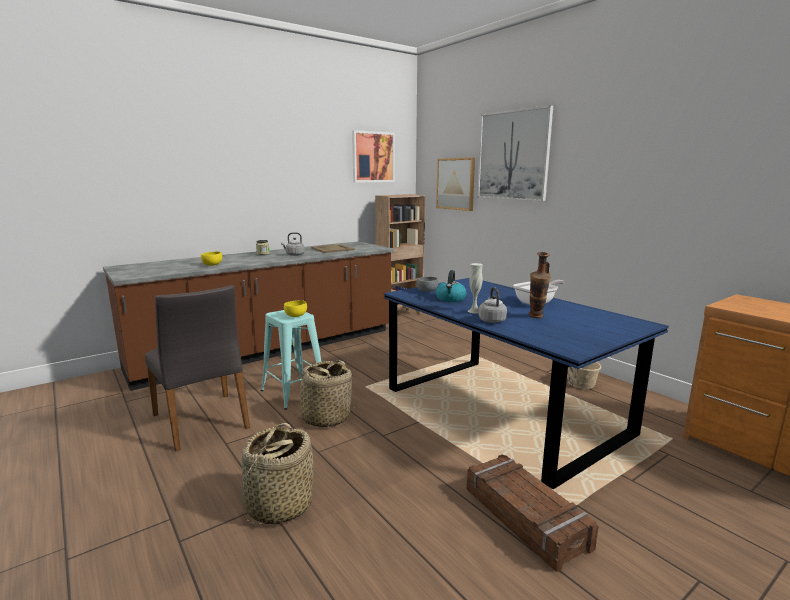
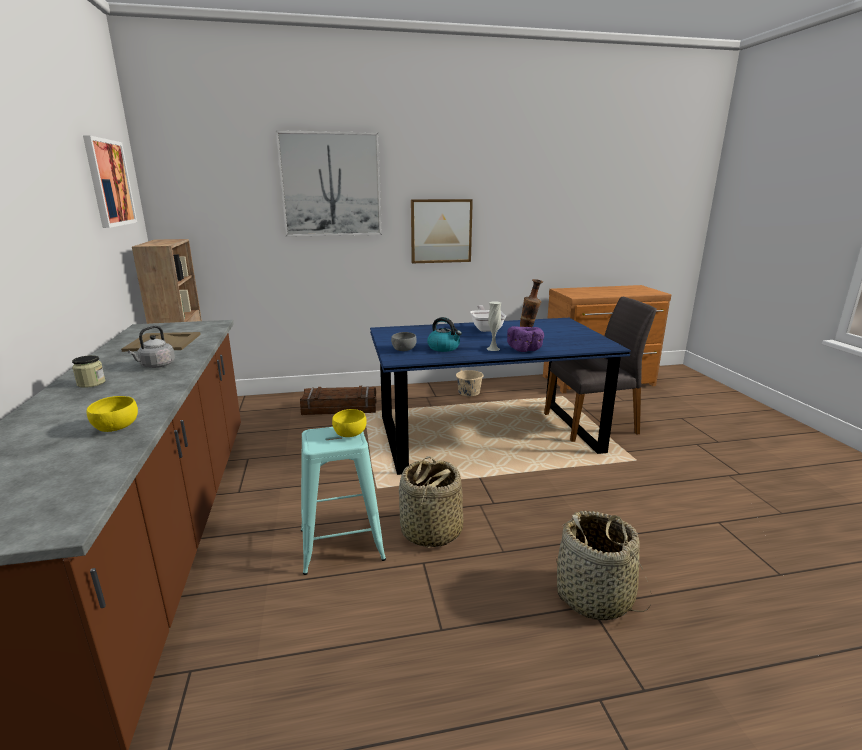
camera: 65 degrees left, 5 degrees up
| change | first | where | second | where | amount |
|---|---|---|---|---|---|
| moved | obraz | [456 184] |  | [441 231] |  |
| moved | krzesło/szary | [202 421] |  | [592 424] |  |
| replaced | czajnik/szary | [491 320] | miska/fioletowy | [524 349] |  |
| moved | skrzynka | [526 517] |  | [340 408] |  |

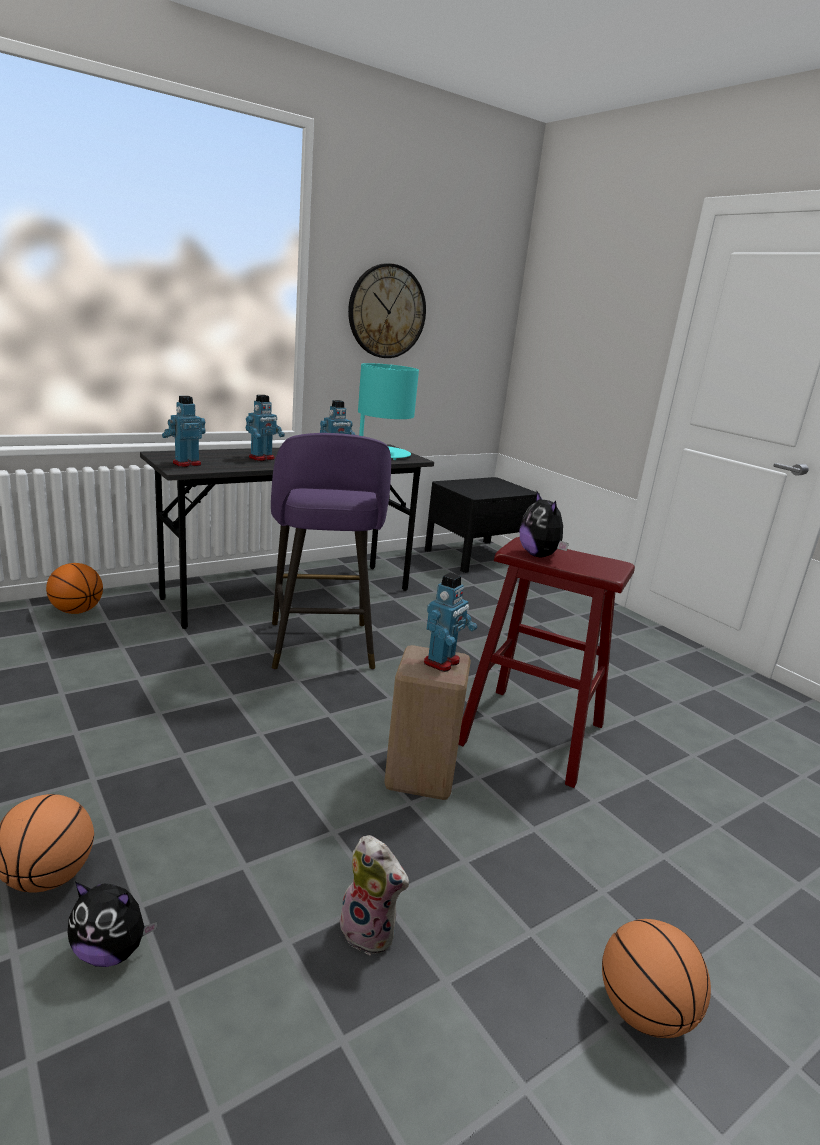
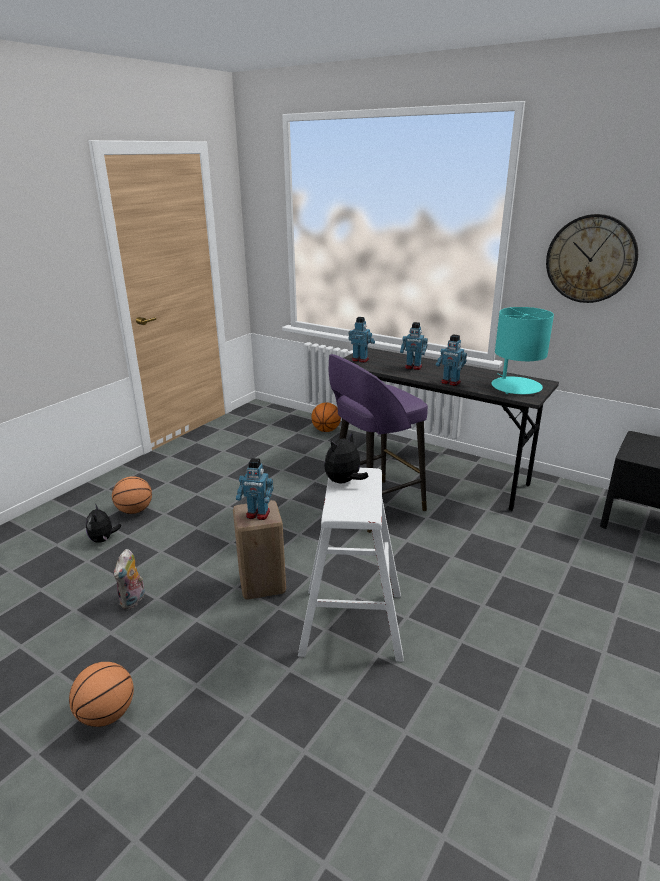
camera: 70 degrees right, 5 degrees up
| change | first | where | second | where | amount |
|---|---|---|---|---|---|
| recoloured | stołek/czerwony | [532 733] | stołek/biały | [352 623] |  |

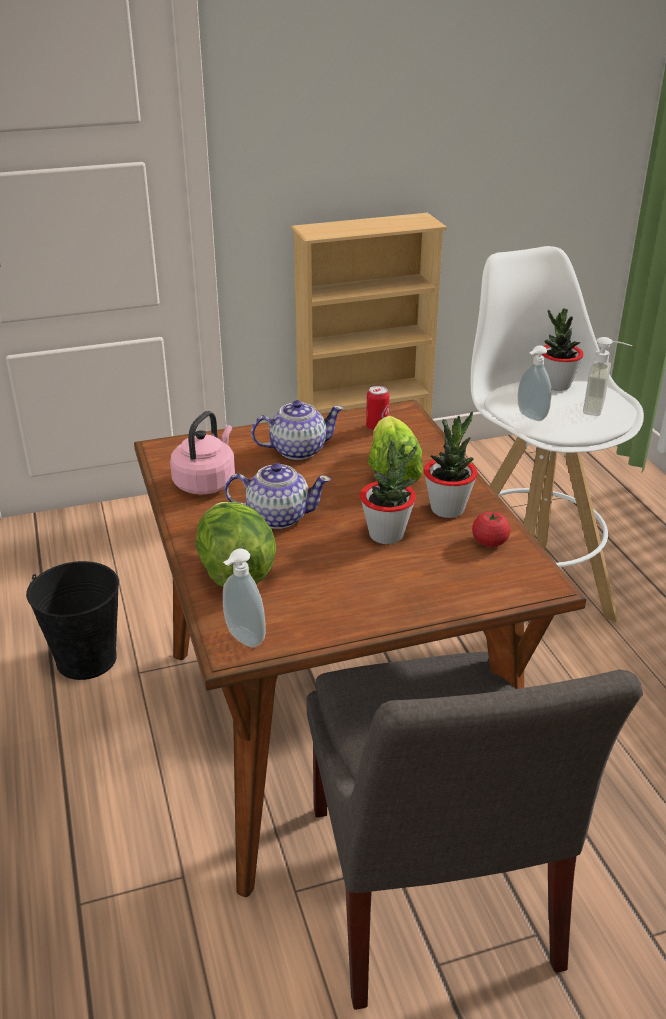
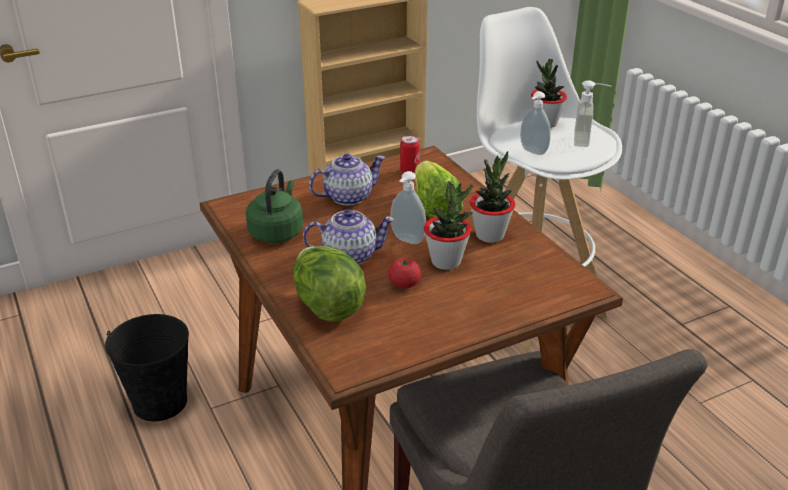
camera: 10 degrees left, 0 degrees up
| change | first | where | second | where | amount |
|---|---|---|---|---|---|
| recoloured | czajnik/różowy | [206 482] | czajnik/zielony | [277 232] |  |
| moved | pomidor | [489 542] |  | [404 284] |  |
| moved | dozownik mydła | [243 639] |  | [406 240] |  |

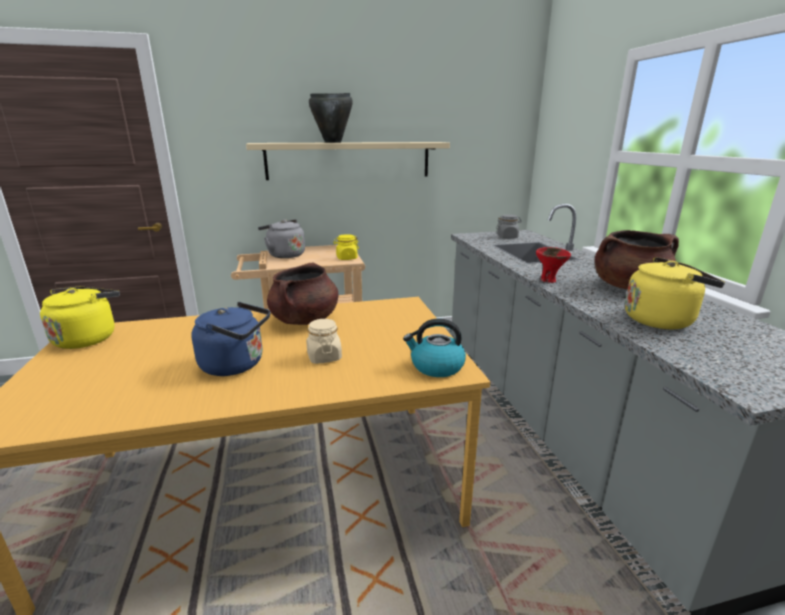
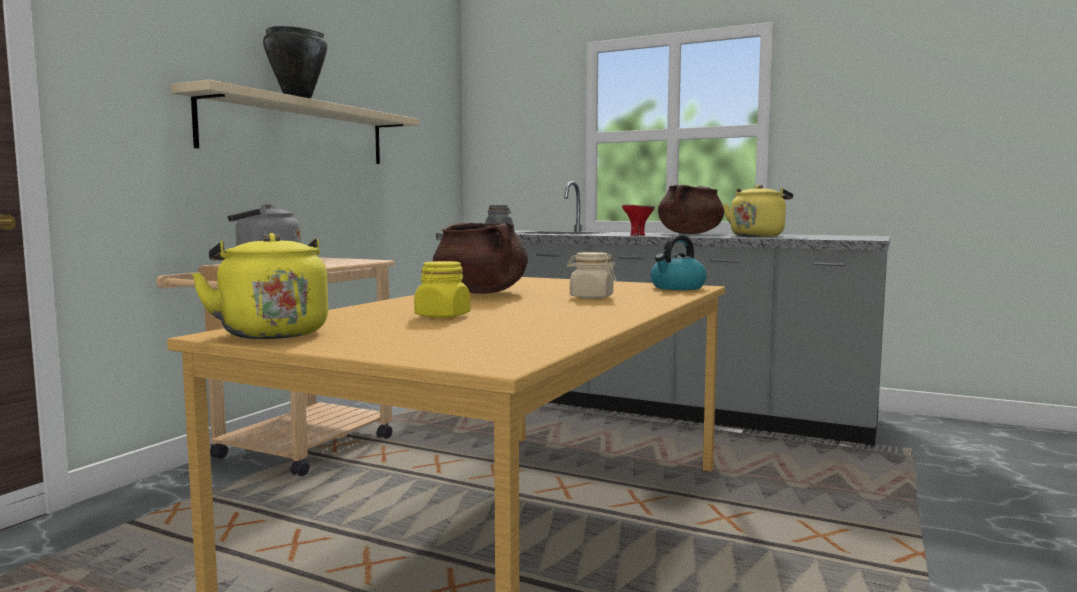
camera: 50 degrees left, 15 degrees down
| change | first | where | second | where | amount |
|---|---|---|---|---|---|
| moved | słoik/żółty | [346 258] |  | [442 316] |  |
| removed | czajnik/niebieski | [236 365] |  |  |  |

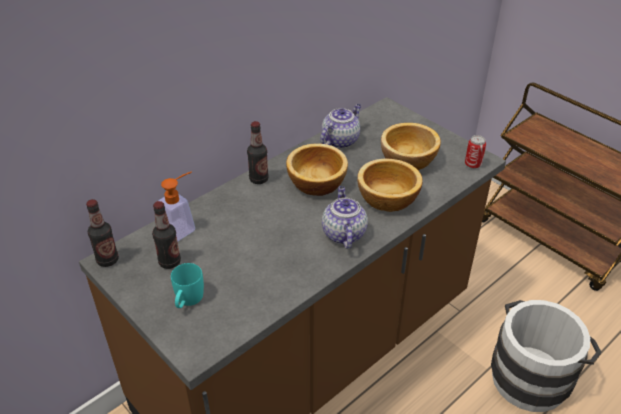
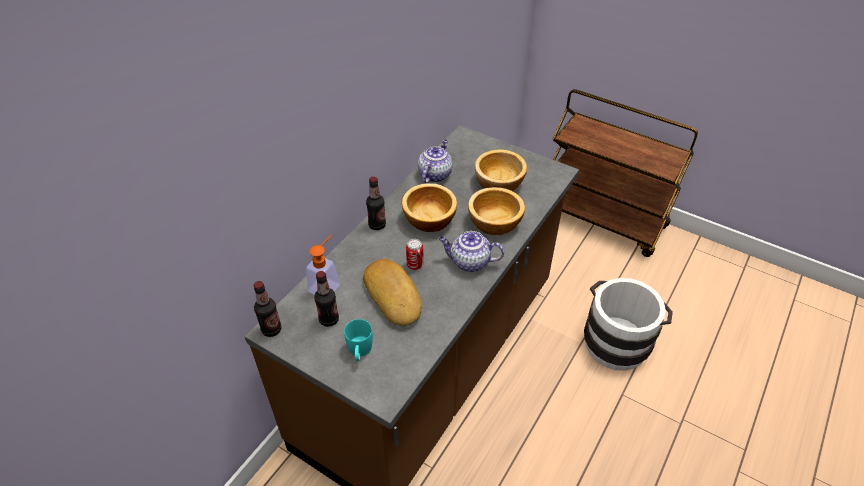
camera: 15 degrees left, 5 degrees up
| change | first | where | second | where | amount |
|---|---|---|---|---|---|
| moved | puszka | [473 164] |  | [415 265] |  |
| turned | imbryk | [343 233] |  | [469 262] | 60 degrees counterclockwise |
| added |  |  | chleb | [394 295] |  |

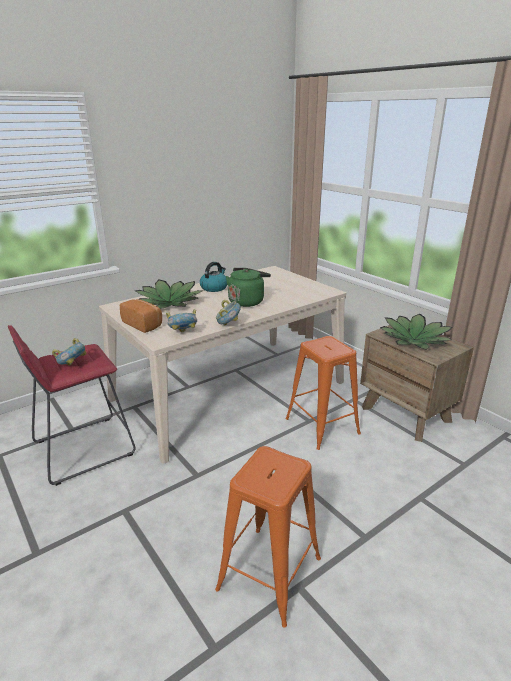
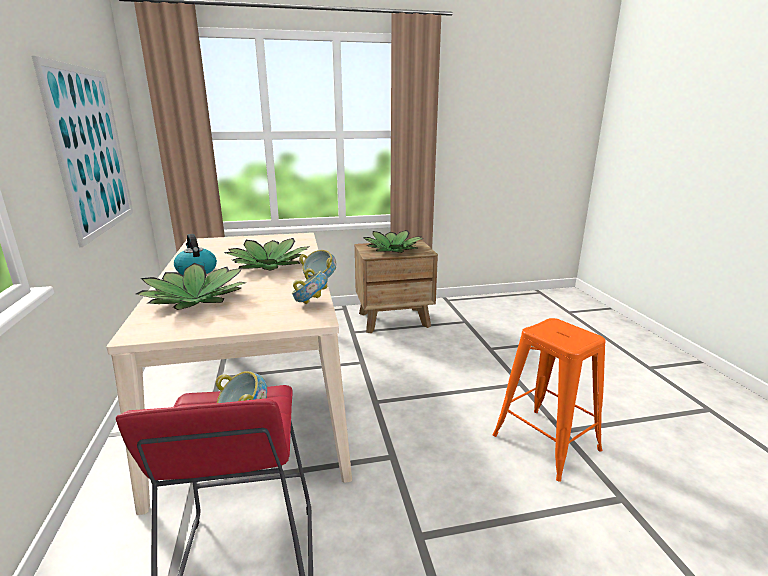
camera: 65 degrees left, 5 degrees down
| change | first | where | second | where | amount |
|---|---|---|---|---|---|
| replaced | czajnik/zielony | [247 301] | roślina doniczkowa | [269 264] |  |
| removed | chleb | [143 324] |  |  |  |
| removed | stołek/pomarańczowy | [322 426] |  |  |  |
| added |  |  | obraz | [92 151] |  |

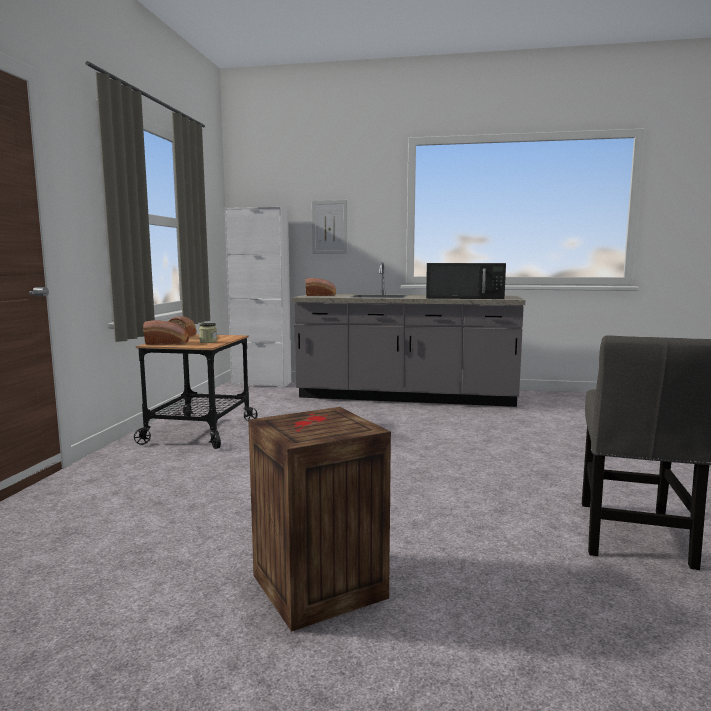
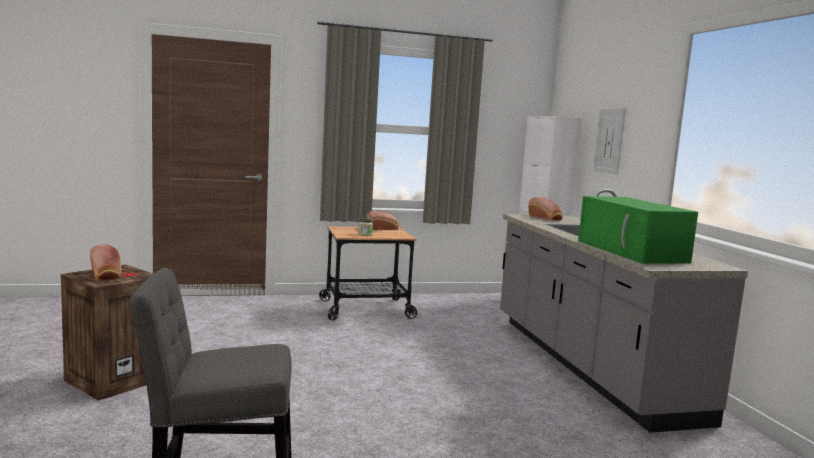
camera: 65 degrees right, 0 degrees up
| change | first | where | second | where | amount |
|---|---|---|---|---|---|
| recoloured | mikrofalówka/czarny | [465 297] | mikrofalówka/zielony | [632 251] |  |
| moved | chleb | [168 343] |  | [106 275] |  |

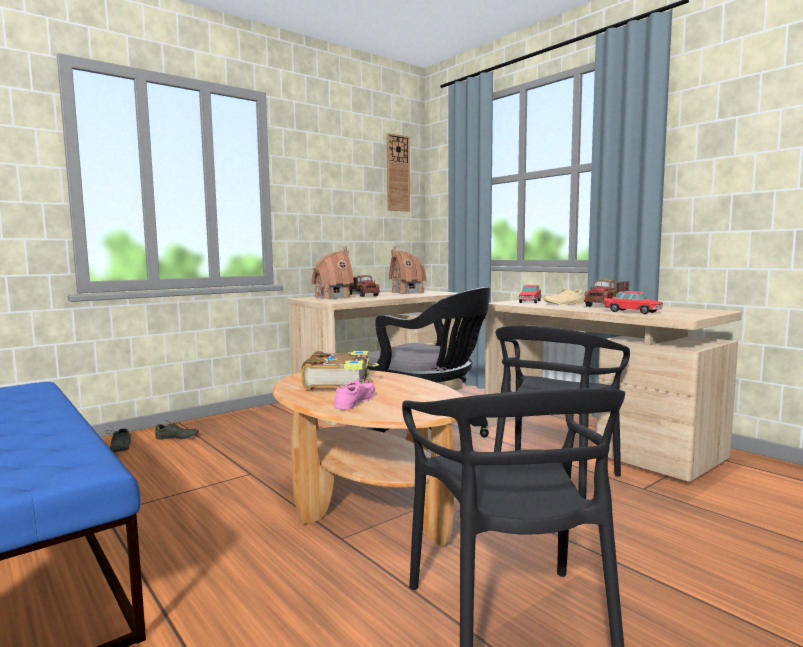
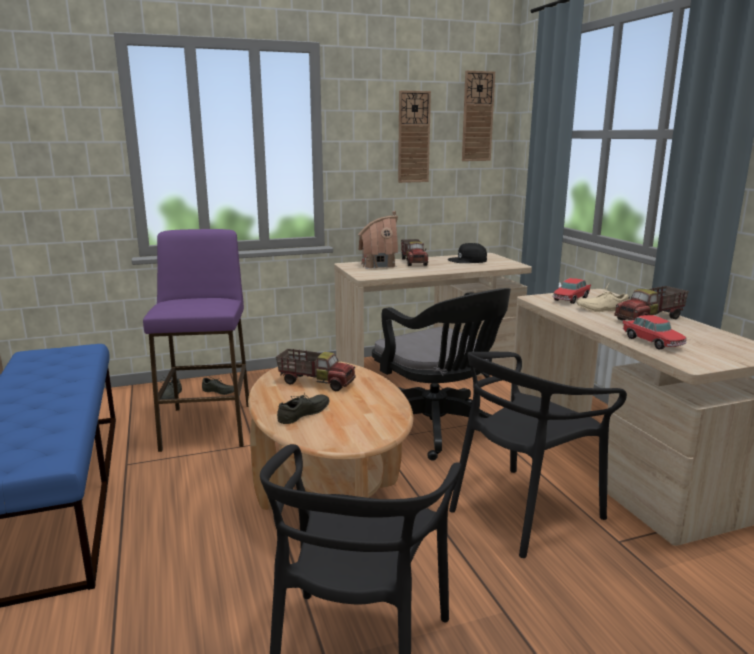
camera: 20 degrees right, 10 degrees up
| change | first | where | second | where | amount |
|---|---|---|---|---|---|
| replaced | domek | [407 293] | czapka z daszkiem/czarny | [468 260] |  |
| replaced | książka | [339 382] | ciężarówka zabawkowa | [316 382] |  |
| recoloured | but/różowy | [357 402] | but/szary | [305 414] |  |
| added |  |  | zegar ścienny | [413 137] |  |
| added |  |  | stołek/fioletowy | [208 426] |  |

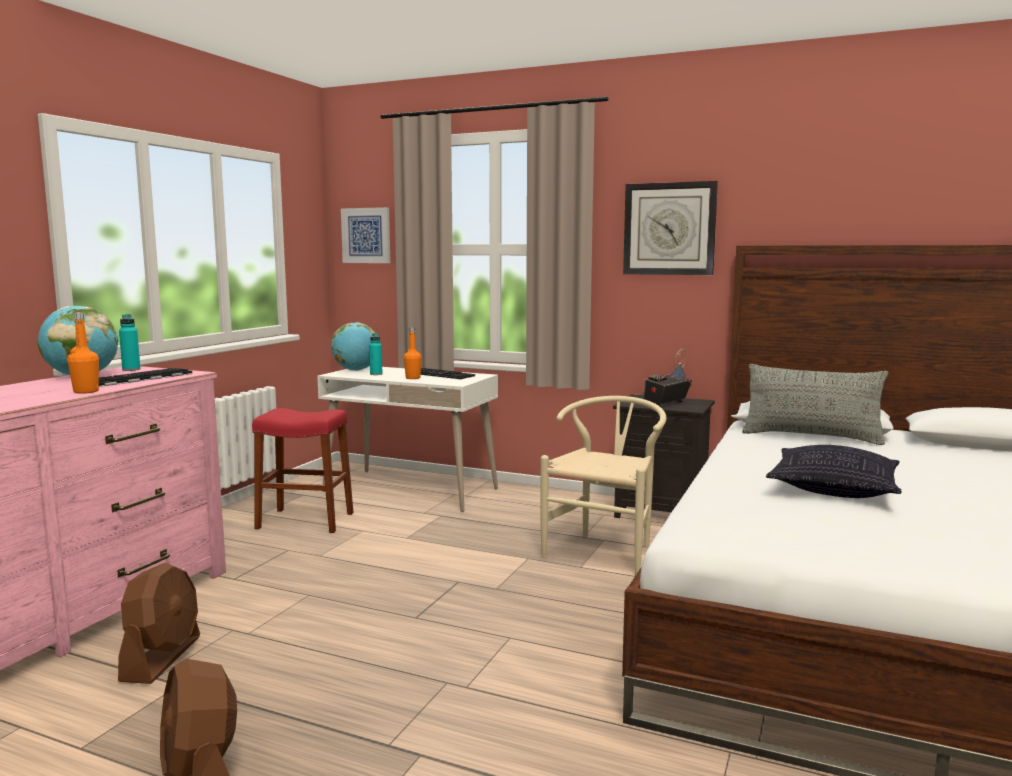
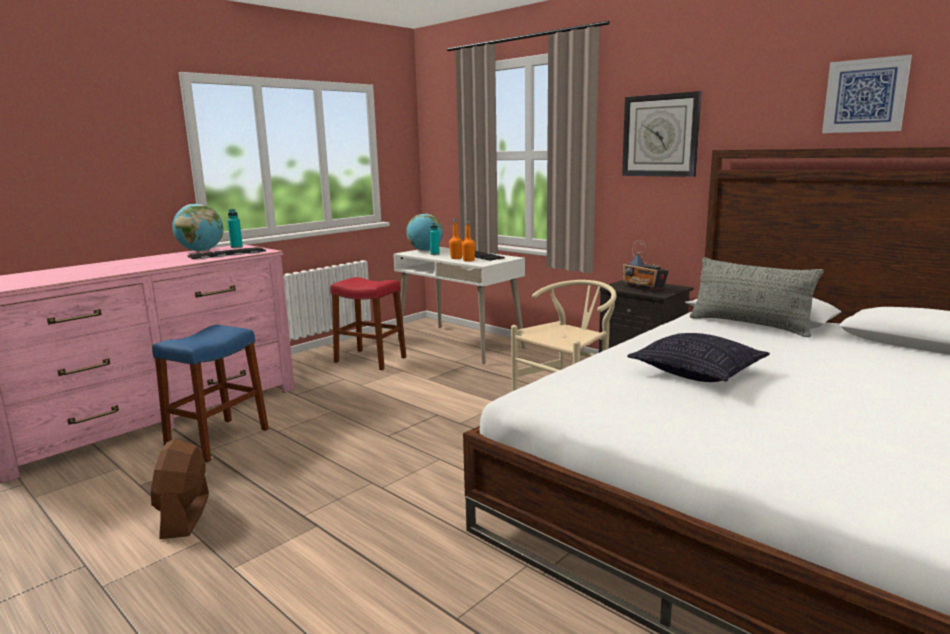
camera: 20 degrees right, 5 degrees up
| change | first | where | second | where | amount |
|---|---|---|---|---|---|
| moved | obraz | [366 235] |  | [865 96] |  |
| moved | butelka/pomarańczowy | [86 391] |  | [468 260] |  |
| turned | radio | [665 403] |  | [644 288] | 105 degrees counterclockwise |
| replaced | wentylator/brązowy | [162 658] | stołek/niebieski | [218 439] |  |

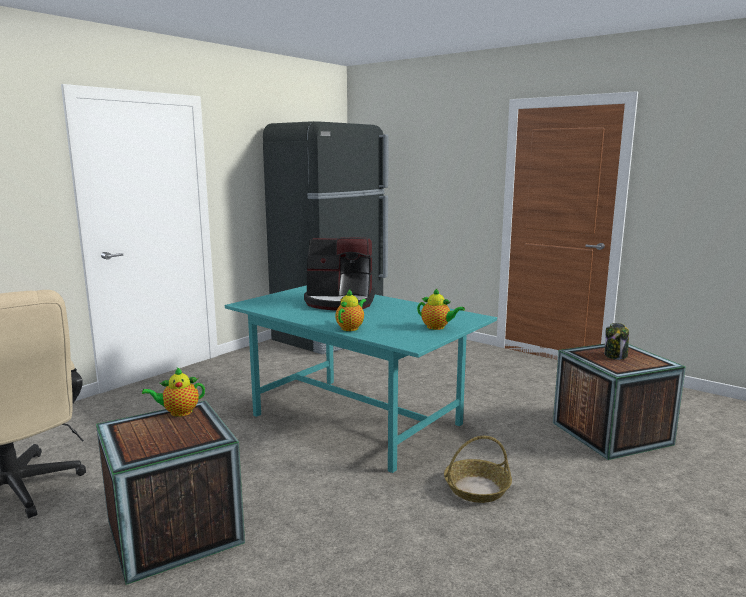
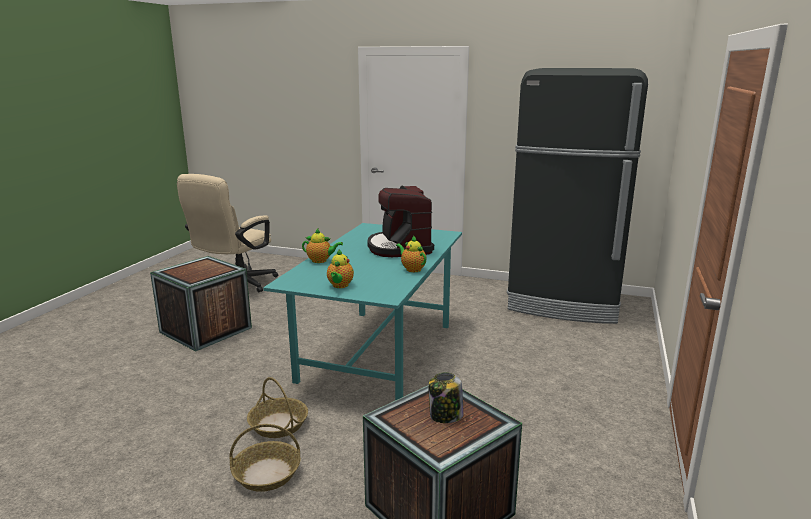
camera: 70 degrees right, 5 degrees up
| change | first | where | second | where | amount |
|---|---|---|---|---|---|
| moved | imbryk | [178 412] |  | [412 269] |  |
| added |  |  | koszyk | [266 474] |  |

